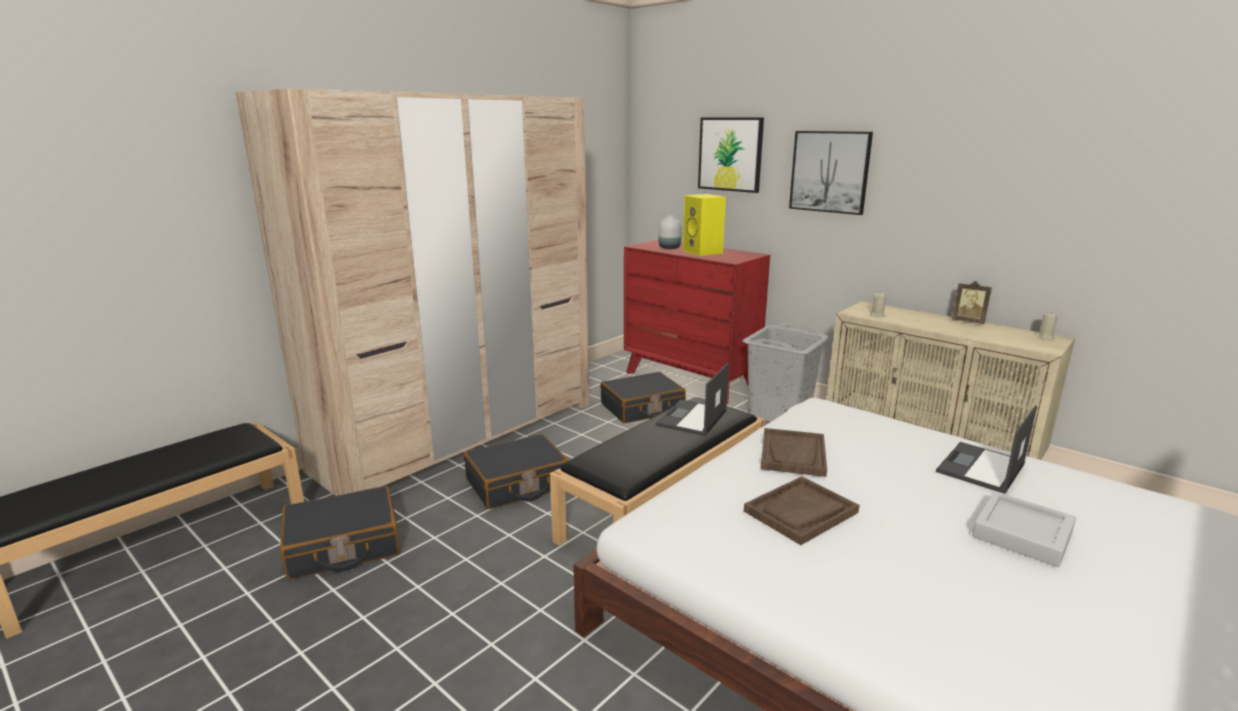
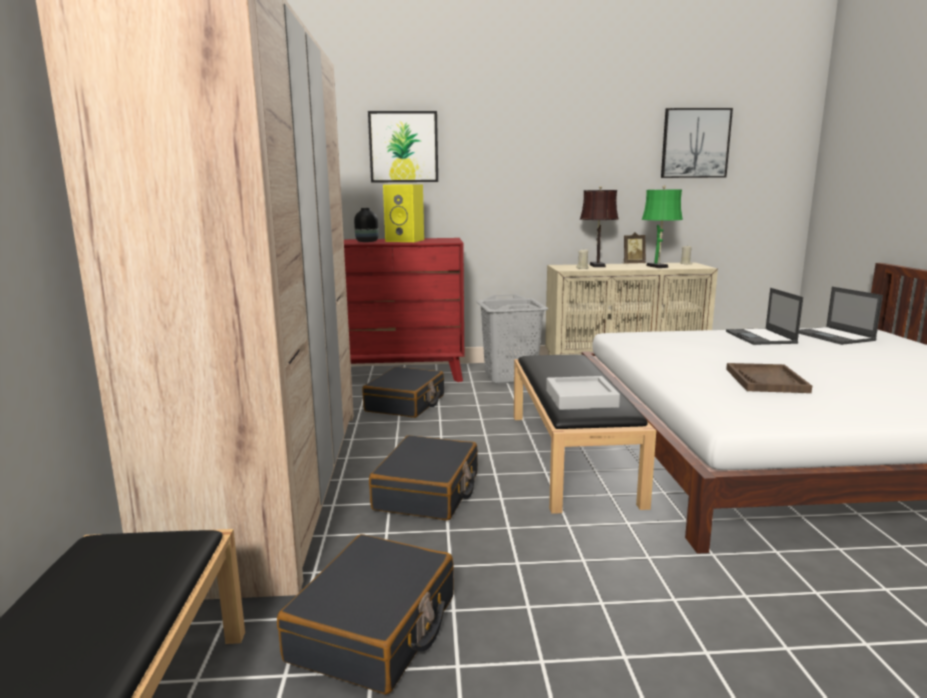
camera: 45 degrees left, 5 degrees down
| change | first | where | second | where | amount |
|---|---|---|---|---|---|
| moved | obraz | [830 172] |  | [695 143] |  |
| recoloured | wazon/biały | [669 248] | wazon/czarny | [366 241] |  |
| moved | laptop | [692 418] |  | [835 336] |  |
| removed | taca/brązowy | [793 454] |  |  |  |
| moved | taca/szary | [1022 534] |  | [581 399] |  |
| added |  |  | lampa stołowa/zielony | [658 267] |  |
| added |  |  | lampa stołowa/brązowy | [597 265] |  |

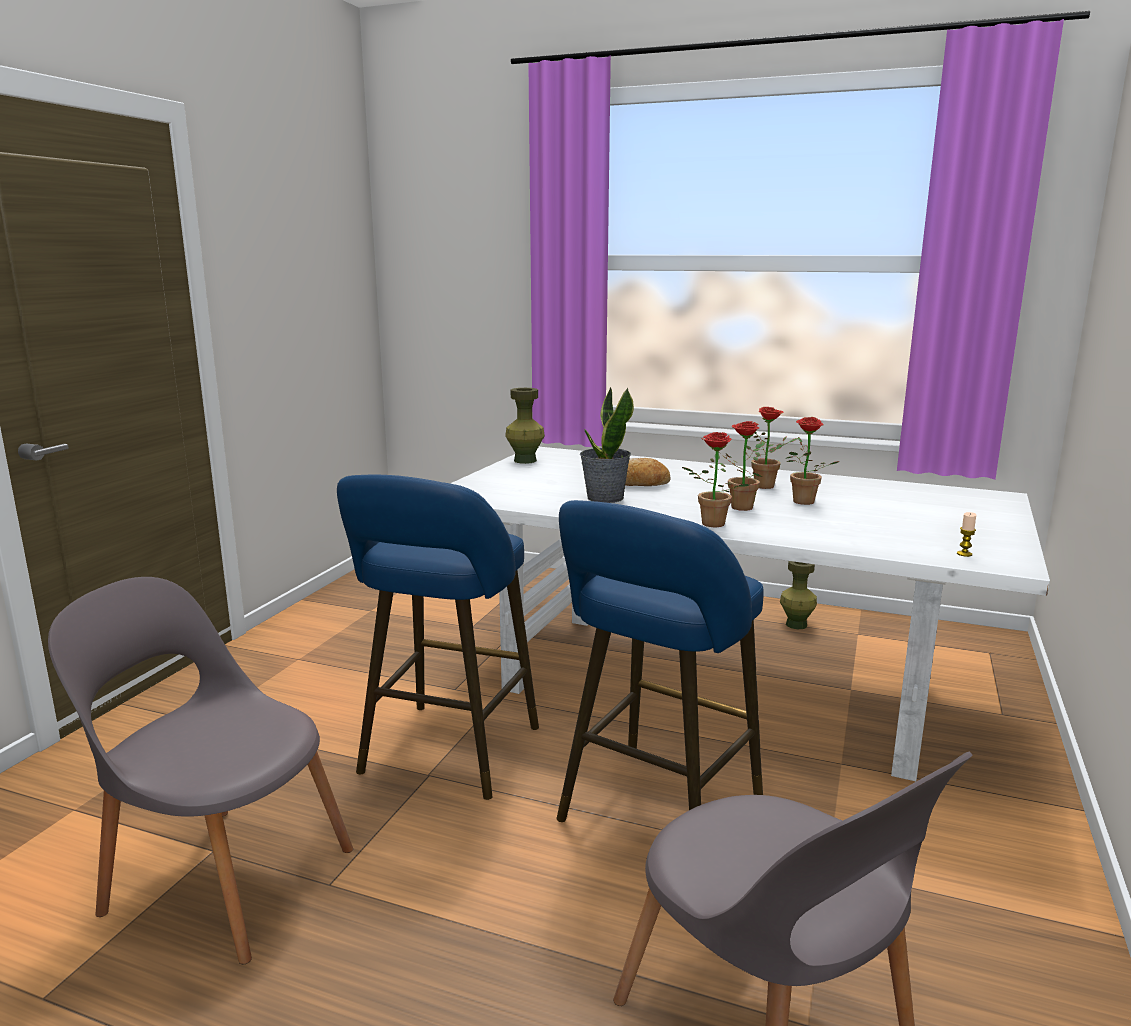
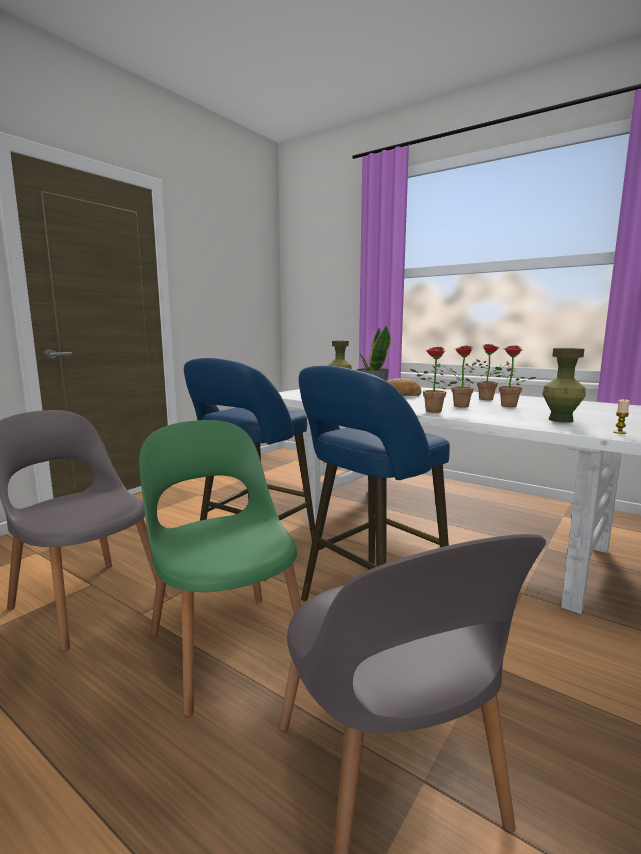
camera: 15 degrees right, 5 degrees down
| change | first | where | second | where | amount |
|---|---|---|---|---|---|
| moved | wazon/zielony | [796 625] |  | [561 420] |  |
| added |  |  | krzesło/zielony | [226 642] |  |

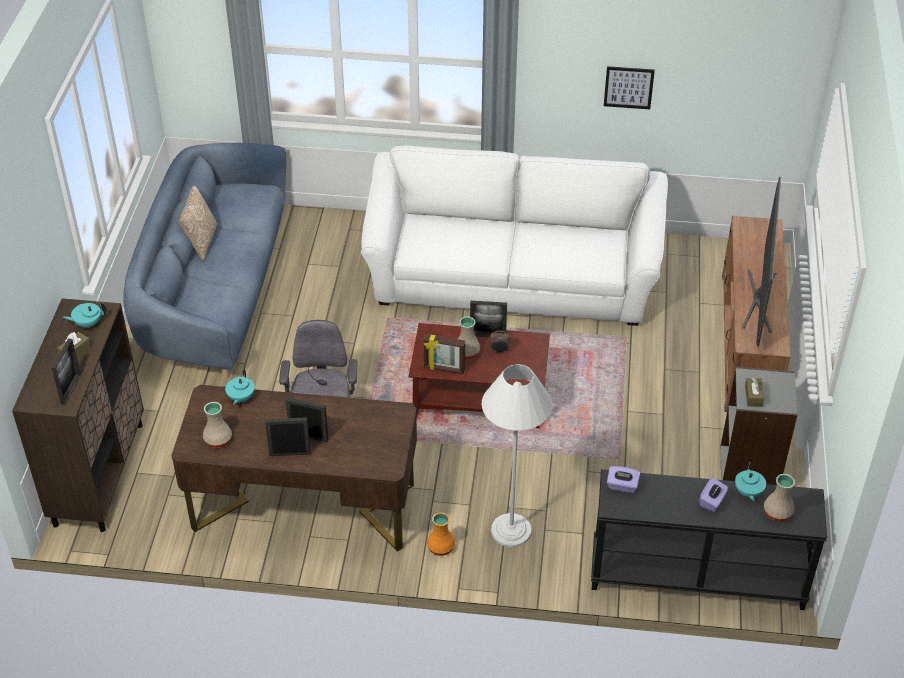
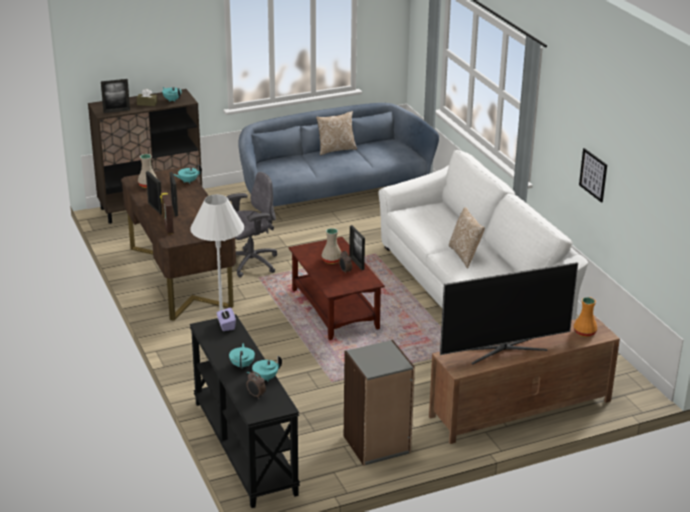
camera: 60 degrees right, 15 degrees down
| change | first | where | second | where | amount |
|---|---|---|---|---|---|
| moved | ramka na zdjęcie | [444 369] |  | [167 227] |  |
| removed | pudełko chusteczek/brązowy | [753 396] |  |  |  |
| replaced | wazon/beżowy | [777 512] | budzik | [256 395] |  |
| replaced | pudełko chusteczek/fioletowy | [712 501] | imbryk/turkusowy | [242 365] |  |
| moved | wazon/pomarańczowy | [440 547] |  | [584 332] |  |
| added |  |  | poduszka | [465 255] |  |

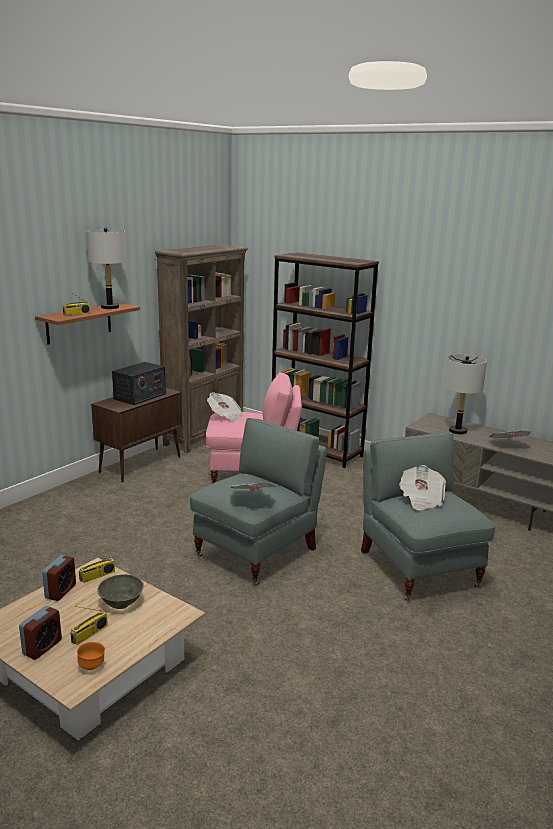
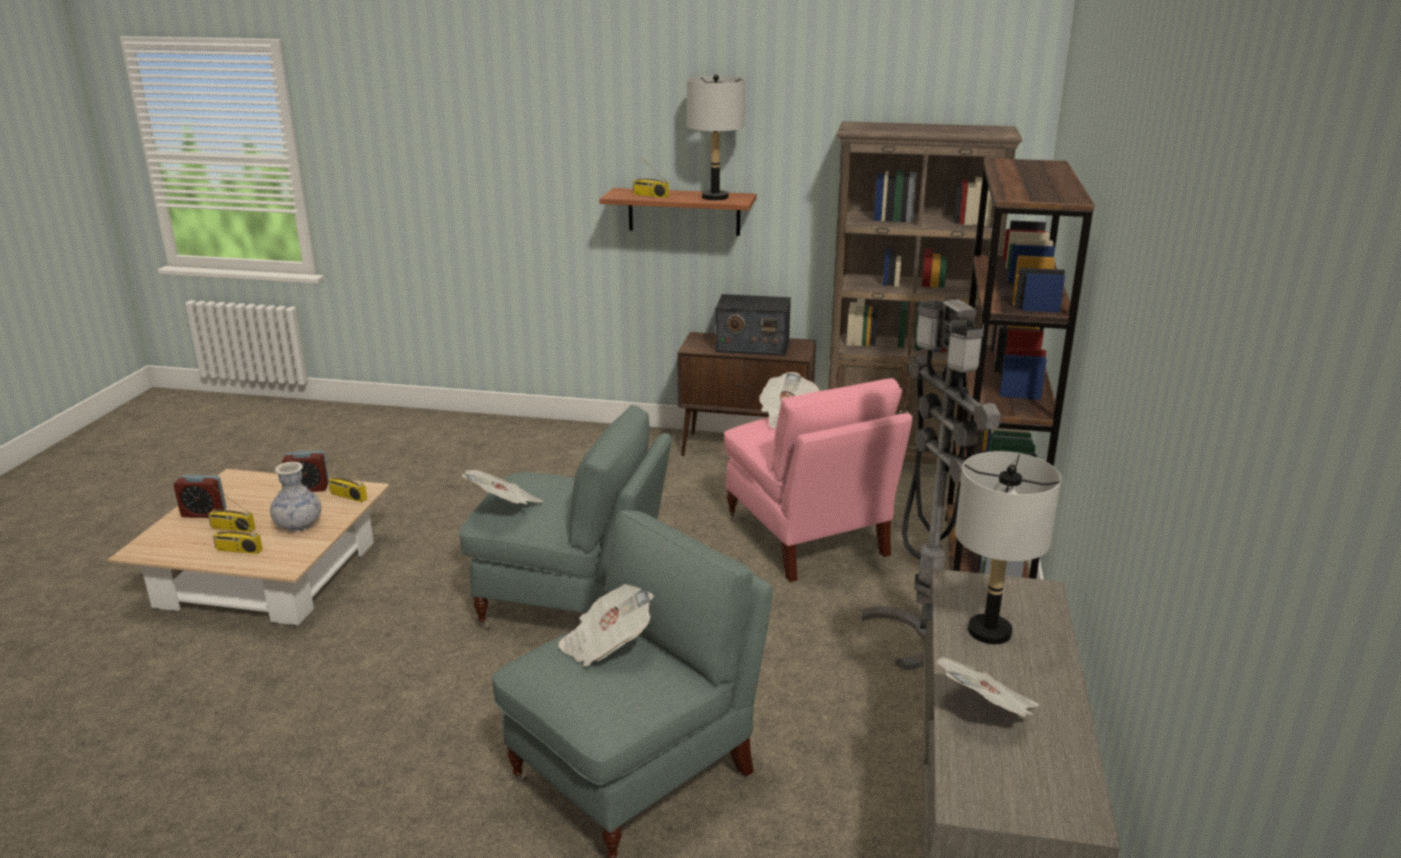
camera: 65 degrees right, 5 degrees up
| change | first | where | second | where | amount |
|---|---|---|---|---|---|
| replaced | miska/szary | [120 602] | wazon | [298 525] |  |
| removed | miska/pomarańczowy | [92 666] |  |  |  |
| added |  |  | lampa stojąca/szary | [918 634] |  |
| added |  |  | radio | [238 550] |  |

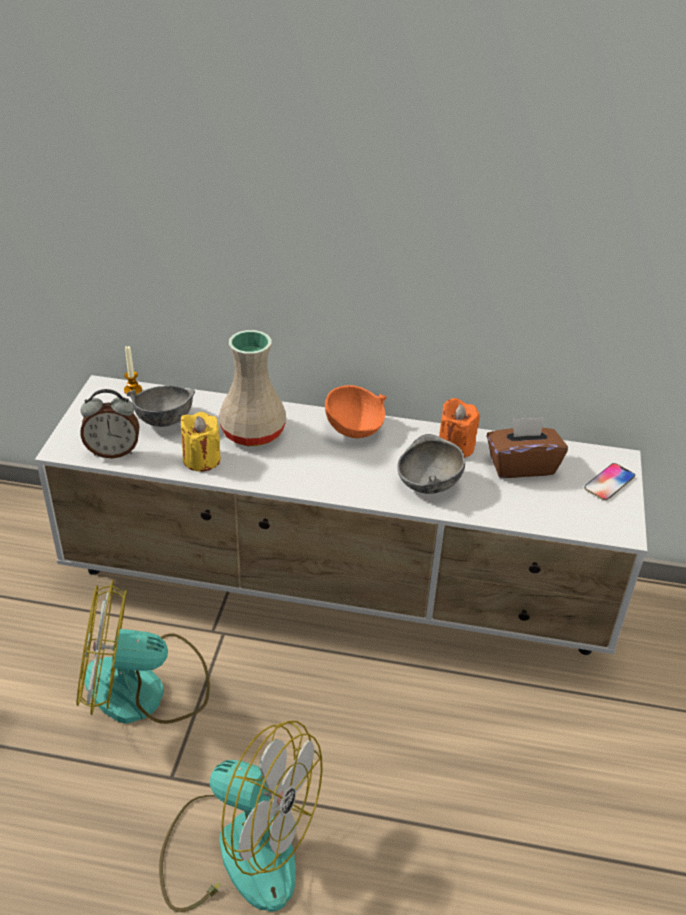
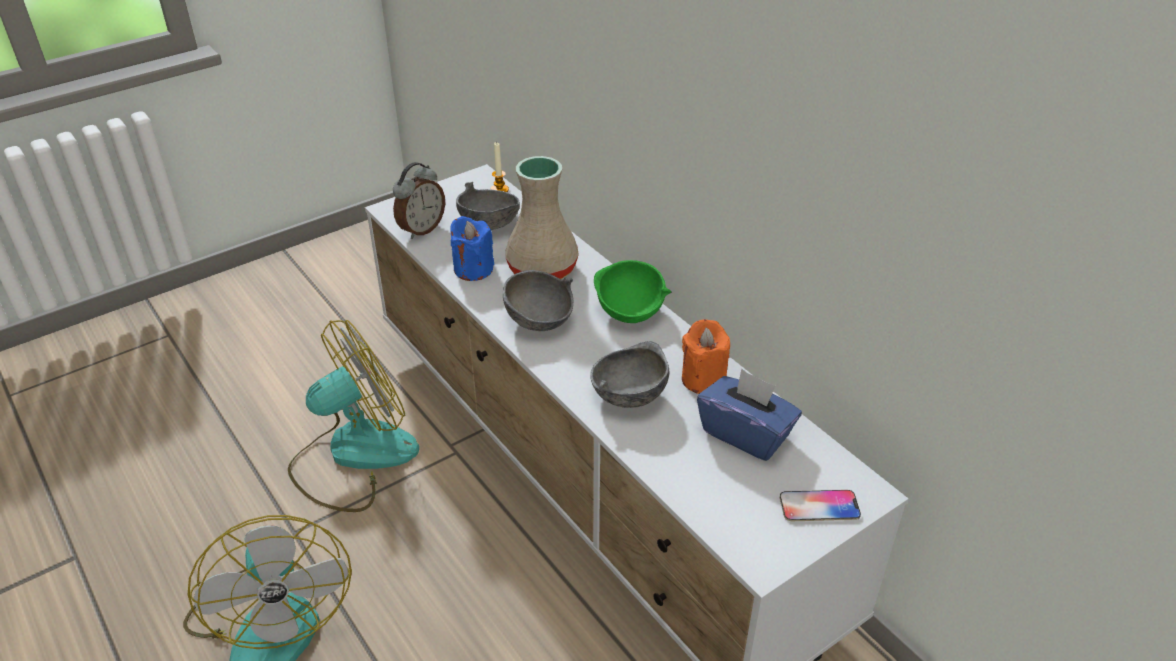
camera: 45 degrees right, 0 degrees up
| change | first | where | second | where | amount |
|---|---|---|---|---|---|
| recoloured | miska/pomarańczowy | [354 429] | miska/zielony | [630 312] |  |
| turned | budzik | [113 451] |  | [421 229] | 90 degrees counterclockwise |
| recoloured | świeca/żółty | [201 459] | świeca/niebieski | [473 269] |  |
| recoloured | pudełko chusteczek/brązowy | [521 465] | pudełko chusteczek/niebieski | [745 434] |  |
| turned | wentylator | [145 690] |  | [353 456] | 105 degrees clockwise |
| added |  |  | miska/szary | [539 321] |  |

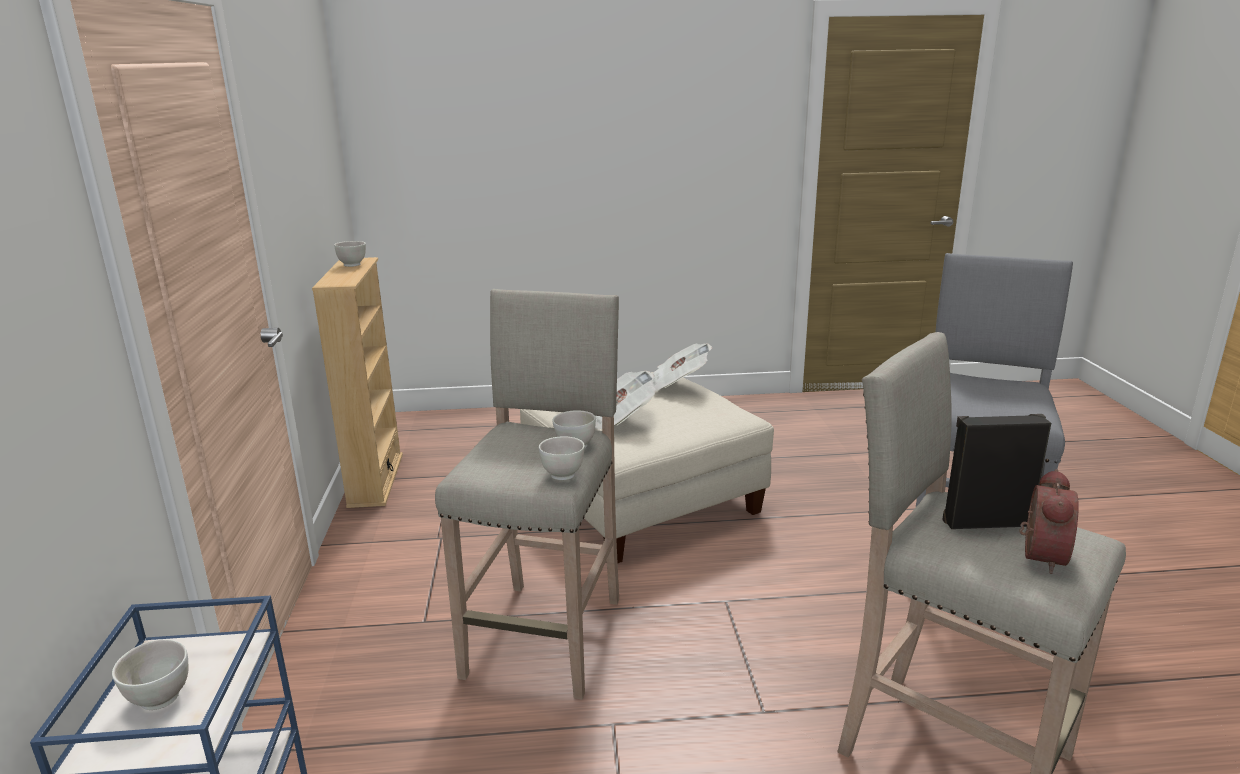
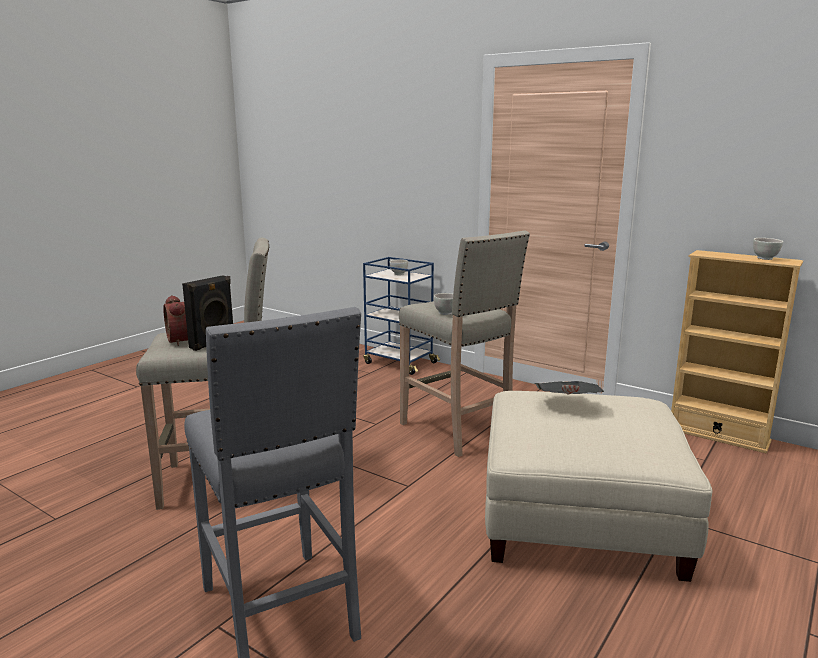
camera: 130 degrees right, 5 degrees down
| change | first | where | second | where | amount |
|---|---|---|---|---|---|
| removed | gazeta | [674 385] |  |  |  |
| removed | miska/biały | [563 475] |  |  |  |

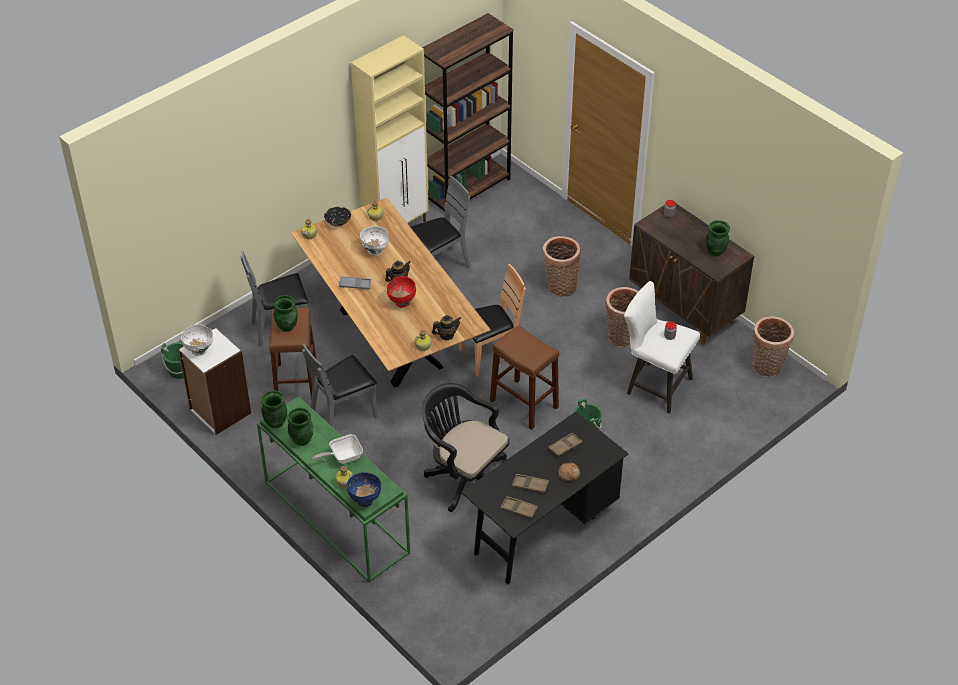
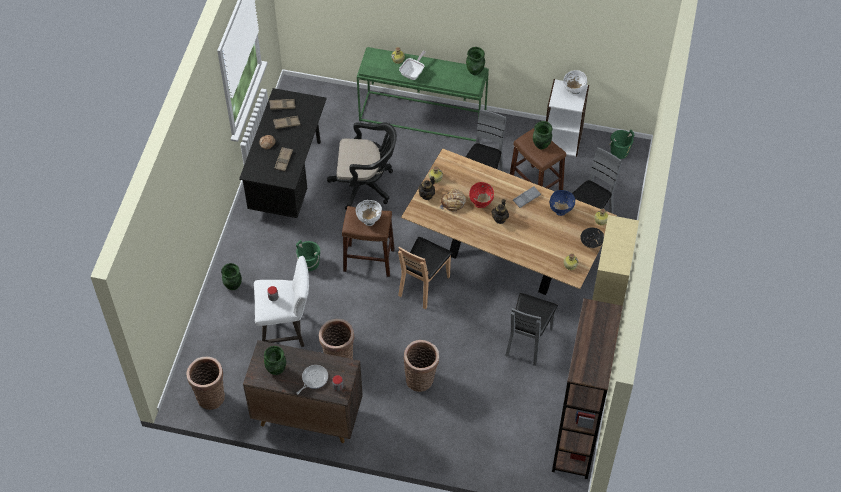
camera: 145 degrees right, 10 degrees up
| change | first | where | second | where | amount |
|---|---|---|---|---|---|
| moved | miska/biały | [375 251] |  | [369 220] |  |
| moved | wazon/zielony | [302 440] |  | [233 286] |  |
| moved | miska/niebieski | [365 500] |  | [560 211] |  |
| added |  |  | chleb | [453 203] |  |
| added |  |  | patelnia | [313 379] |  |

